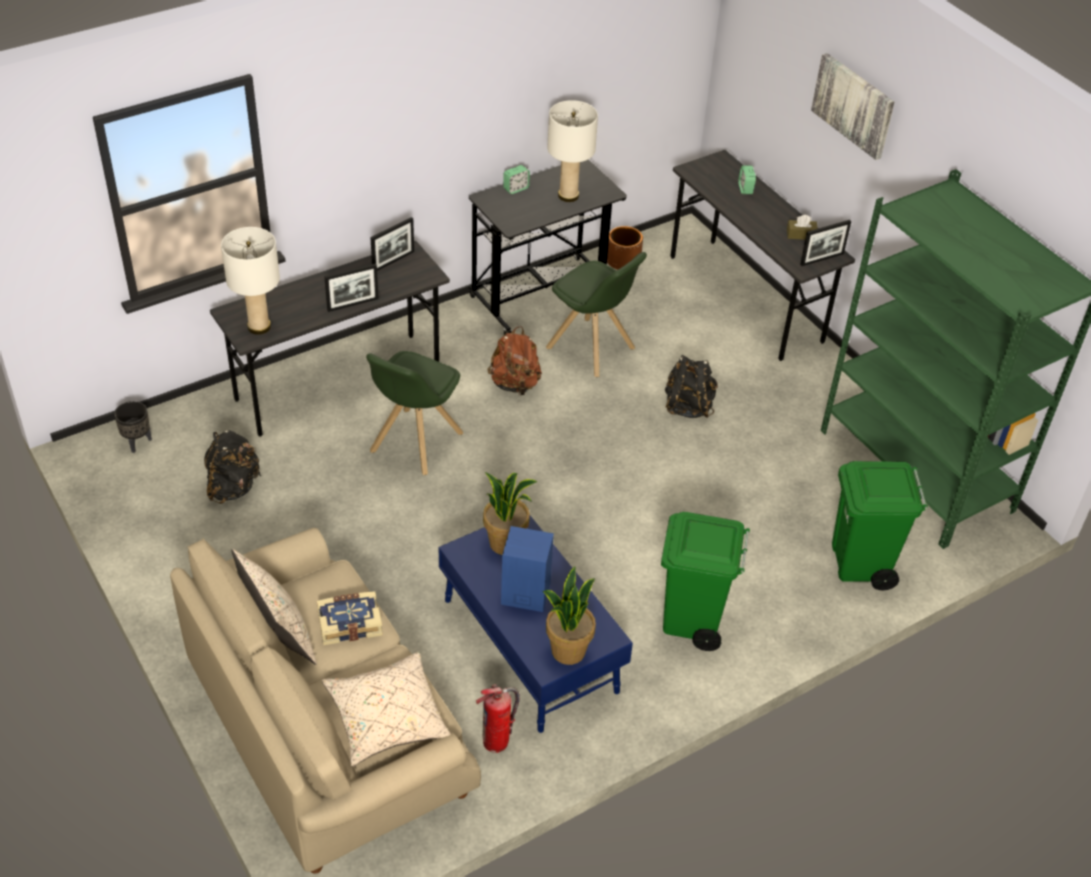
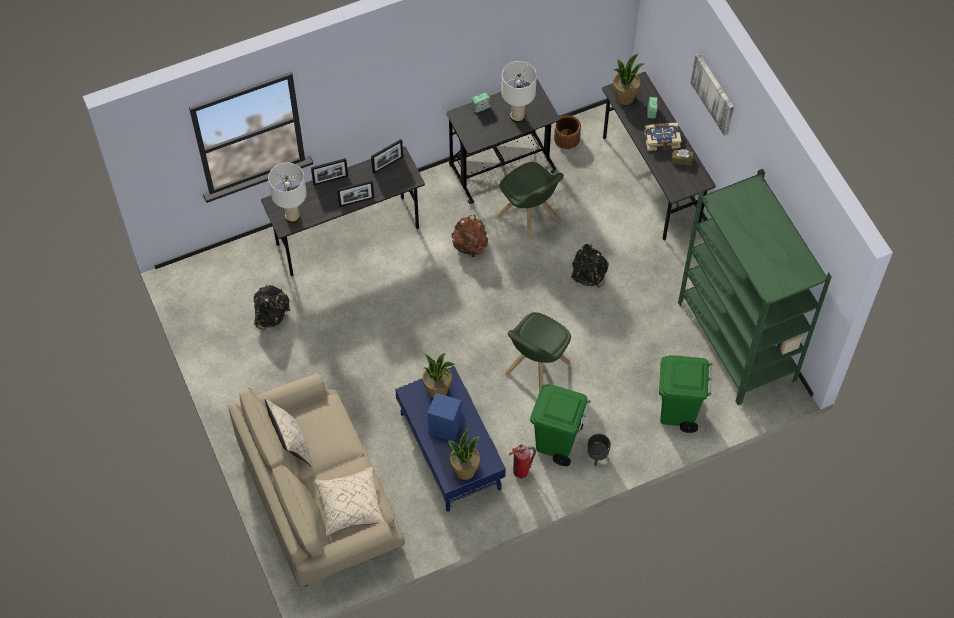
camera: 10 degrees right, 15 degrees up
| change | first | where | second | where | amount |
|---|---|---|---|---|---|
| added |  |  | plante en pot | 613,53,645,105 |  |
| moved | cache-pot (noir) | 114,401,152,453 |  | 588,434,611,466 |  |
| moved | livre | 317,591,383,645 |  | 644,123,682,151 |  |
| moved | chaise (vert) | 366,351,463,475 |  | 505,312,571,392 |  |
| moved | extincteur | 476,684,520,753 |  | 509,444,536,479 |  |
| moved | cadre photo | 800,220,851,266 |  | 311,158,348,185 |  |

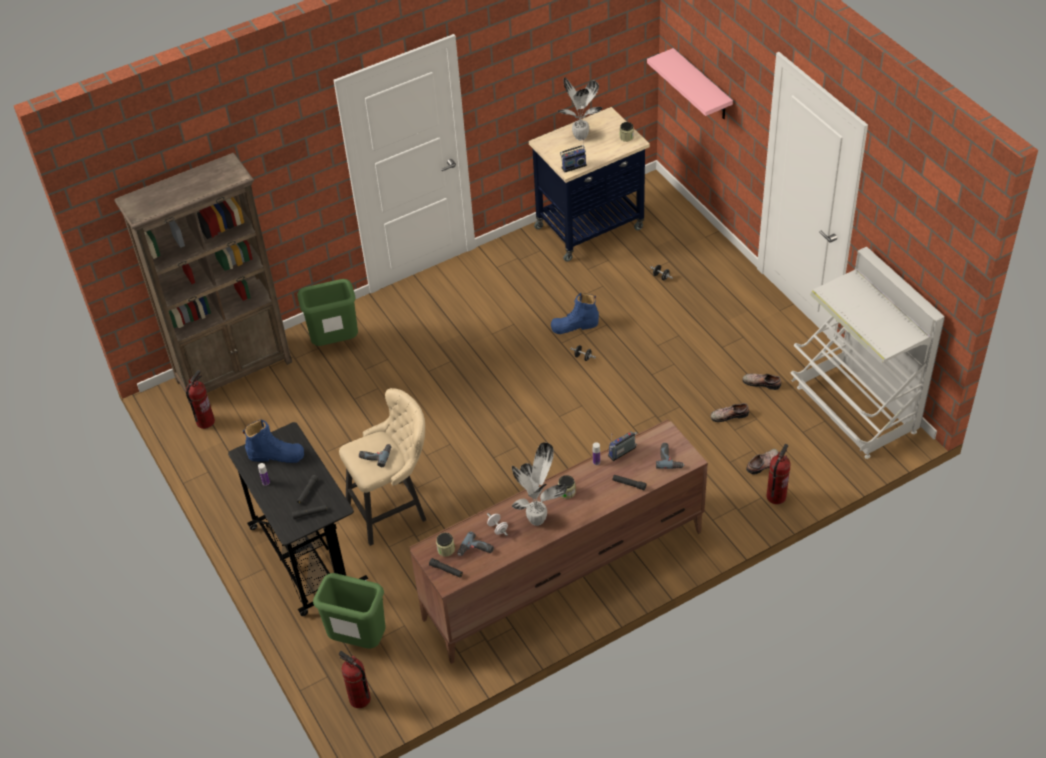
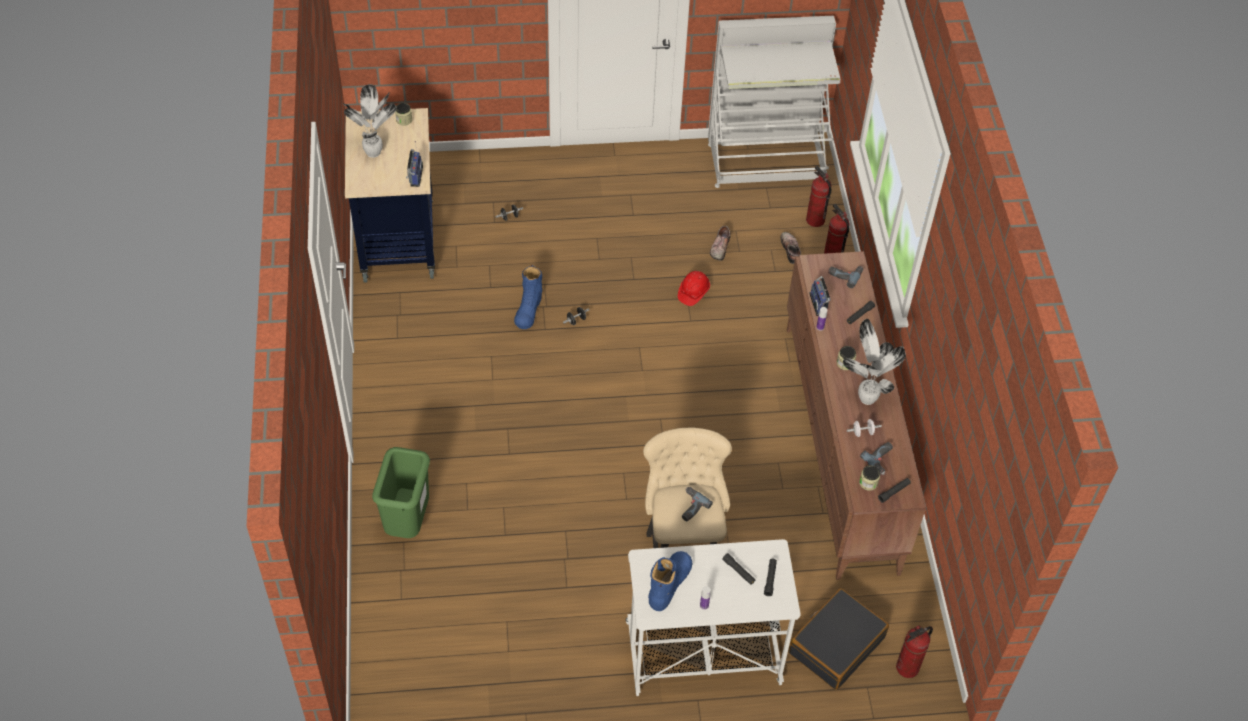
camera: 70 degrees left, 5 degrees up
| change | first | where | second | where | amount |
|---|---|---|---|---|---|
| removed | bibliothèque (marron) | 114,153,292,393 |  |  |  |
| removed | étagère (rose) | 647,48,733,119 |  |  |  |
| removed | chaussure | 742,374,781,390 |  |  |  |
| added |  |  | casque de chantier (rouge) | 678,271,710,306 |  |
| moved | extincteur | 186,370,215,429 |  | 806,166,832,227 |  |
| replaced | poubelle (vert) | 313,573,386,649 | valise (noir) | 788,588,889,690 |  |
| recoloured | bureau (noir) | 228,422,368,616 | bureau (blanc) | 626,539,801,696 |  |

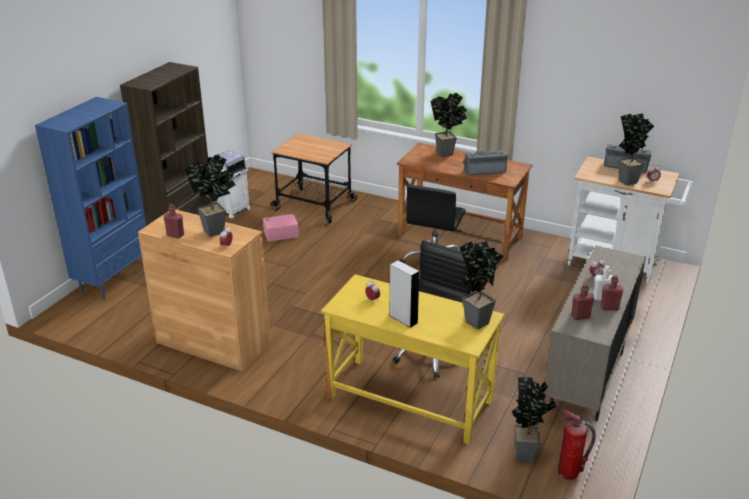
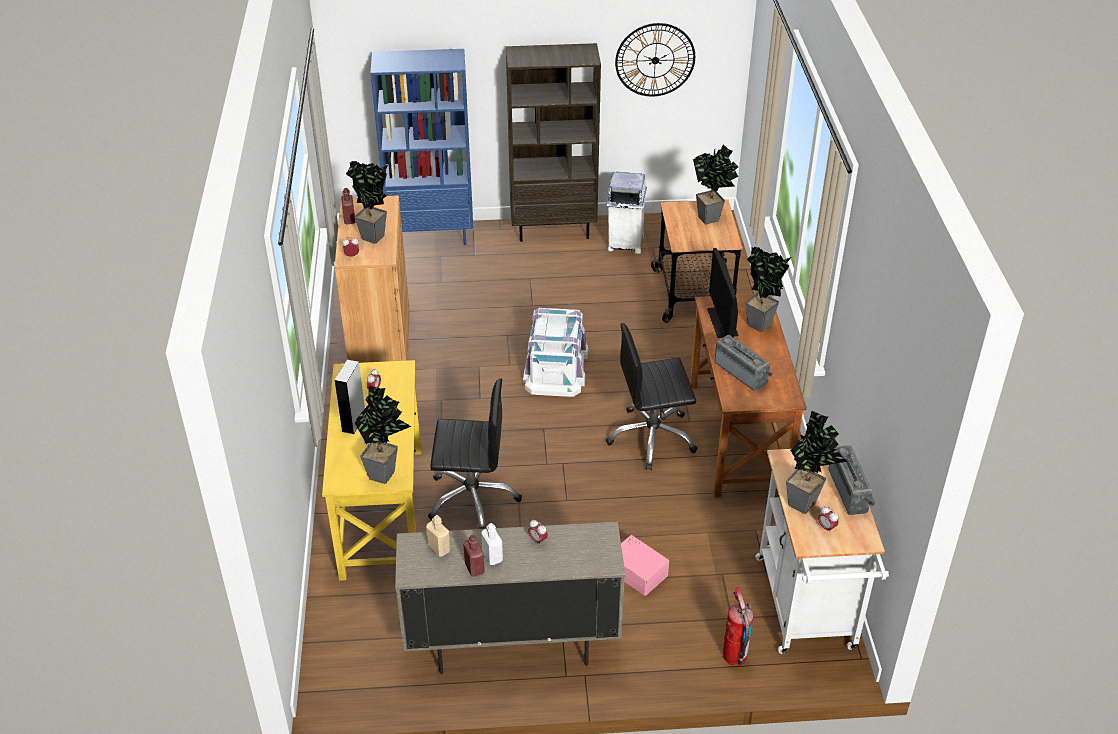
camera: 60 degrees right, 10 degrees up
| change | first | where | second | where | amount |
|---|---|---|---|---|---|
| added |  |  | boîte de rangement (blanc) | 523,308,588,397 |  |
| added |  |  | horloge murale | 615,23,695,96 |  |
| added |  |  | écran d'ordinateur | 707,248,739,338 |  |
| moved | boîte de rangement (rose) | 263,214,299,242 |  | 621,535,669,596 |  |
| moved | plante en pot | 512,377,556,462 |  | 693,144,738,224 |  |
| moved | extincteur | 558,410,596,480 |  | 723,587,754,666 |  |
| recoloured | bouteille (rouge) | 571,284,594,320 | bouteille (beige) | 426,515,450,557 |  |

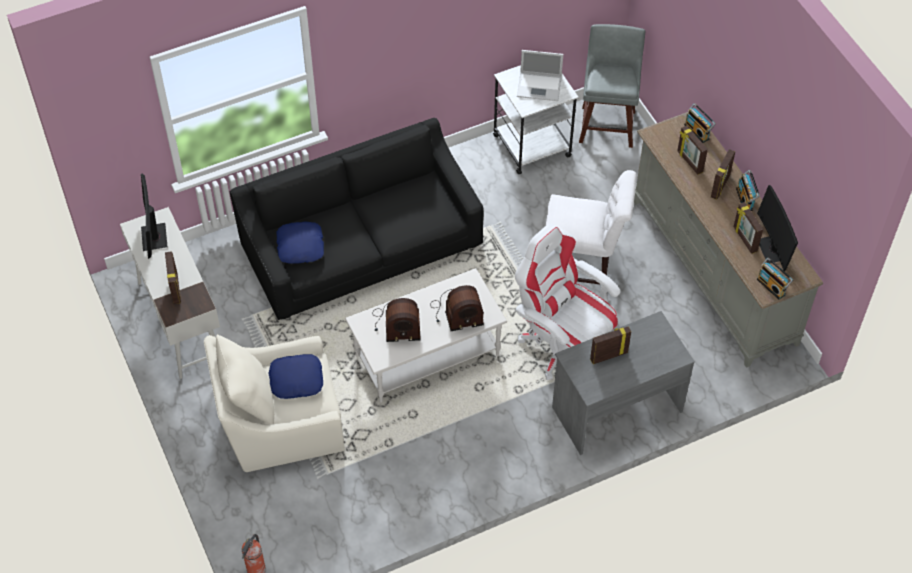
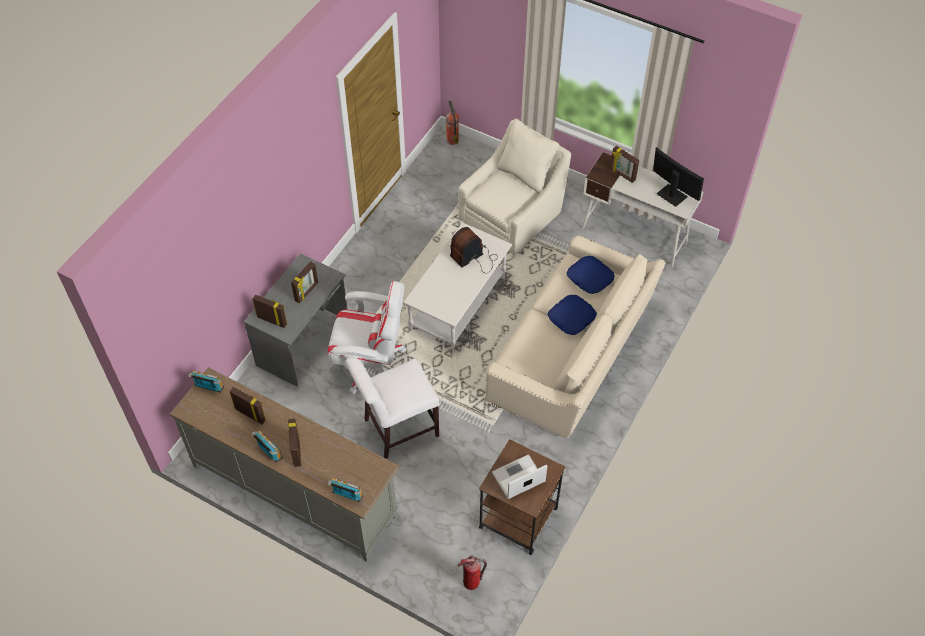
camera: 145 degrees right, 0 degrees up
| change | first | where | second | where | amount |
|---|---|---|---|---|---|
| removed | radio | 430,285,484,331 |  |  |  |
| removed | écran d'ordinateur | 757,185,798,271 |  |  |  |
| moved | coussin (bleu) | 269,354,323,399 |  | 548,295,597,335 |  |
| moved | cadre photo | 677,125,708,175 |  | 252,295,287,328 |  |
| replaced | chaise (gris) | 579,24,645,148 | extincteur | 458,555,487,590 |  |
| recoloured | canapé (noir) | 230,118,484,320 | canapé (beige) | 485,235,666,438 |  |
| recoloured | chariot (blanc) | 493,65,578,174 | chariot (marron) | 479,439,566,555 |  |

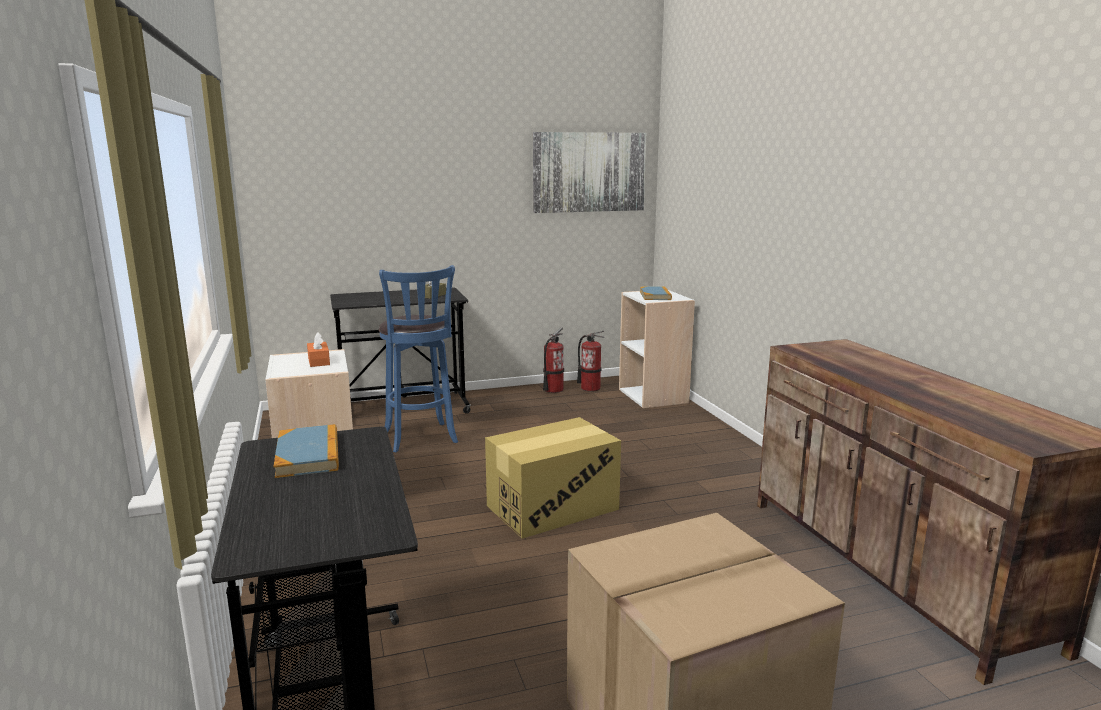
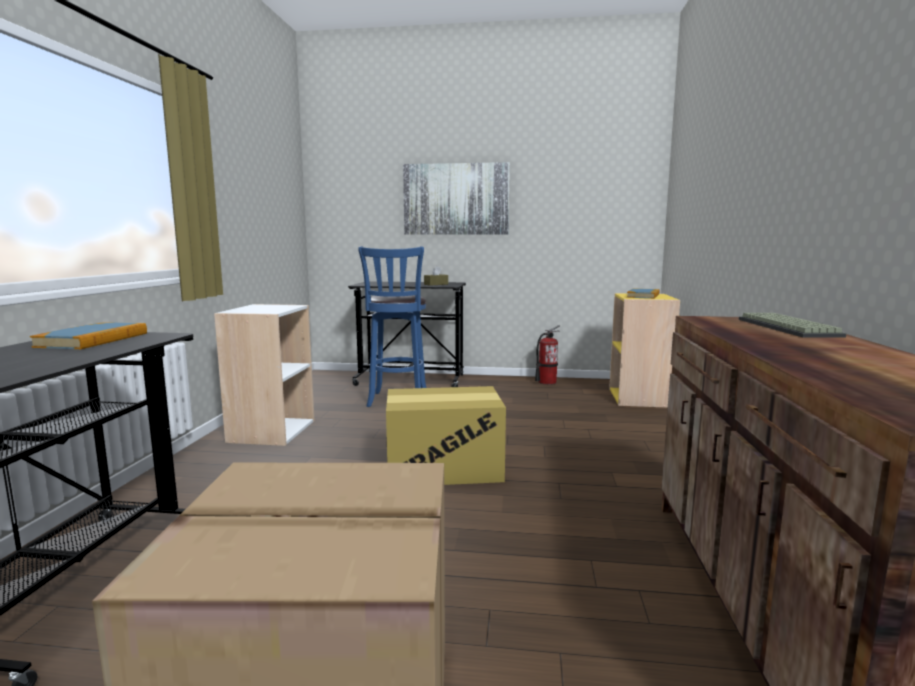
camera: 25 degrees right, 5 degrees down
| change | first | where | second | where | amount |
|---|---|---|---|---|---|
| removed | boîte à mouchoirs (orange) | 307,332,330,367 |  |  |  |
| removed | extincteur | 577,331,605,392 |  |  |  |
| added |  |  | clavier | 739,313,846,338 |  |
| moved | tableau | 533,132,646,213 |  | 403,162,510,235 |  |
| recoloured | bibliothèque (blanc) | 619,290,695,408 | bibliothèque (jaune) | 609,293,680,408 |  |

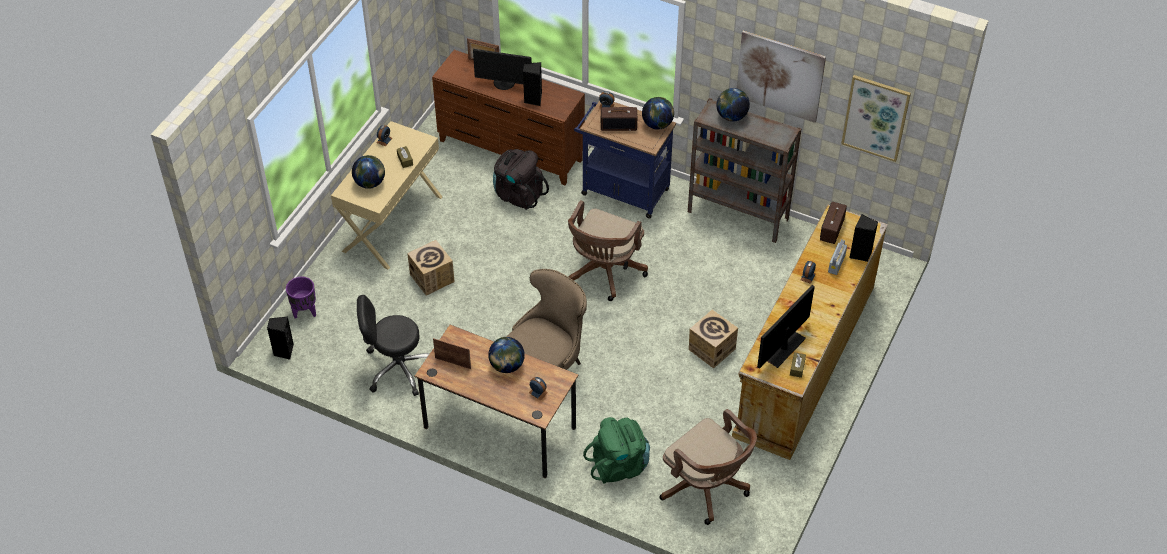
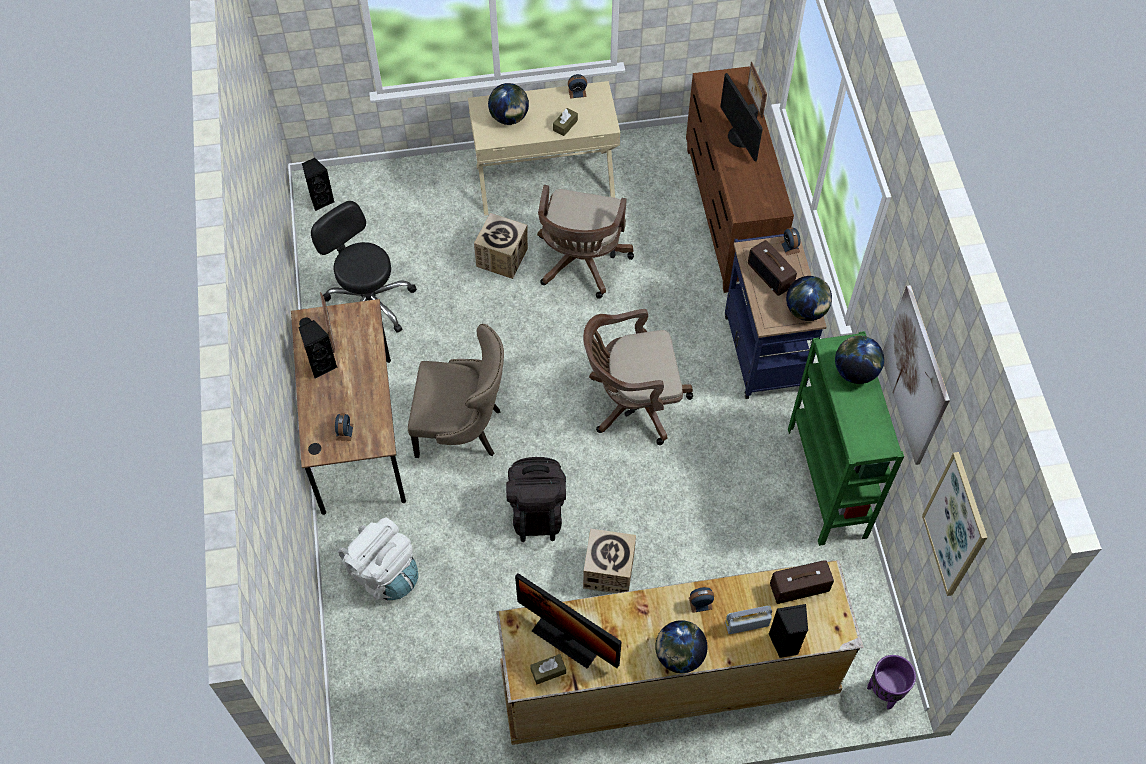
camera: 55 degrees right, 10 degrees up
| change | first | where | second | where | amount |
|---|---|---|---|---|---|
| moved | cache-pot (violet) | 286,277,316,319 |  | 867,655,916,709 |  |
| moved | globe | 488,337,525,373 |  | 655,620,708,673 |  |
| moved | sac à dos (noir) | 493,149,549,210 |  | 506,457,566,542 |  |
| moved | enceinte (noir) | 523,62,542,106 |  | 298,320,337,378 |  |
| moved | chaise de bureau (marron) | 659,409,757,525 |  | 537,185,634,299 |  |
| recoloured | sac à dos (vert) | 583,417,650,483 | sac à dos (blanc) | 338,518,418,600 |  |
| recoloured | bibliothèque (gris) | 688,98,802,243 | bibliothèque (vert) | 788,331,904,546 |  |
| turned | écran d'ordinateur | 757,285,815,369 |  | 515,573,621,668 | 150 degrees counterclockwise |

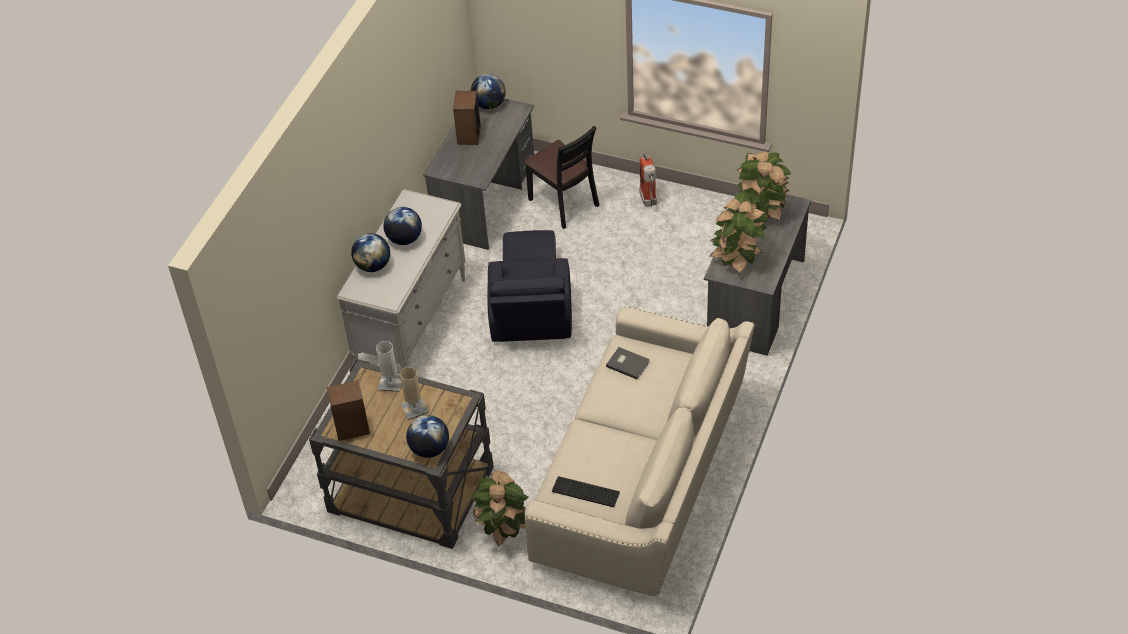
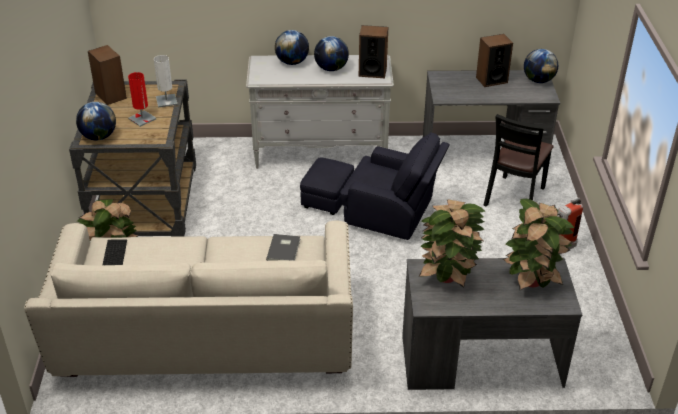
camera: 65 degrees right, 10 degrees down
| change | first | where | second | where | amount |
|---|---|---|---|---|---|
| added |  |  | enceinte | 359,25,388,78 |  |
| recoloured | lampe de table (beige) | 400,367,429,420 | lampe de table (rouge) | 128,72,156,127 |  |
| turned | fauteuil (noir) | 488,230,572,342 |  | 300,132,450,240 | 135 degrees counterclockwise |

